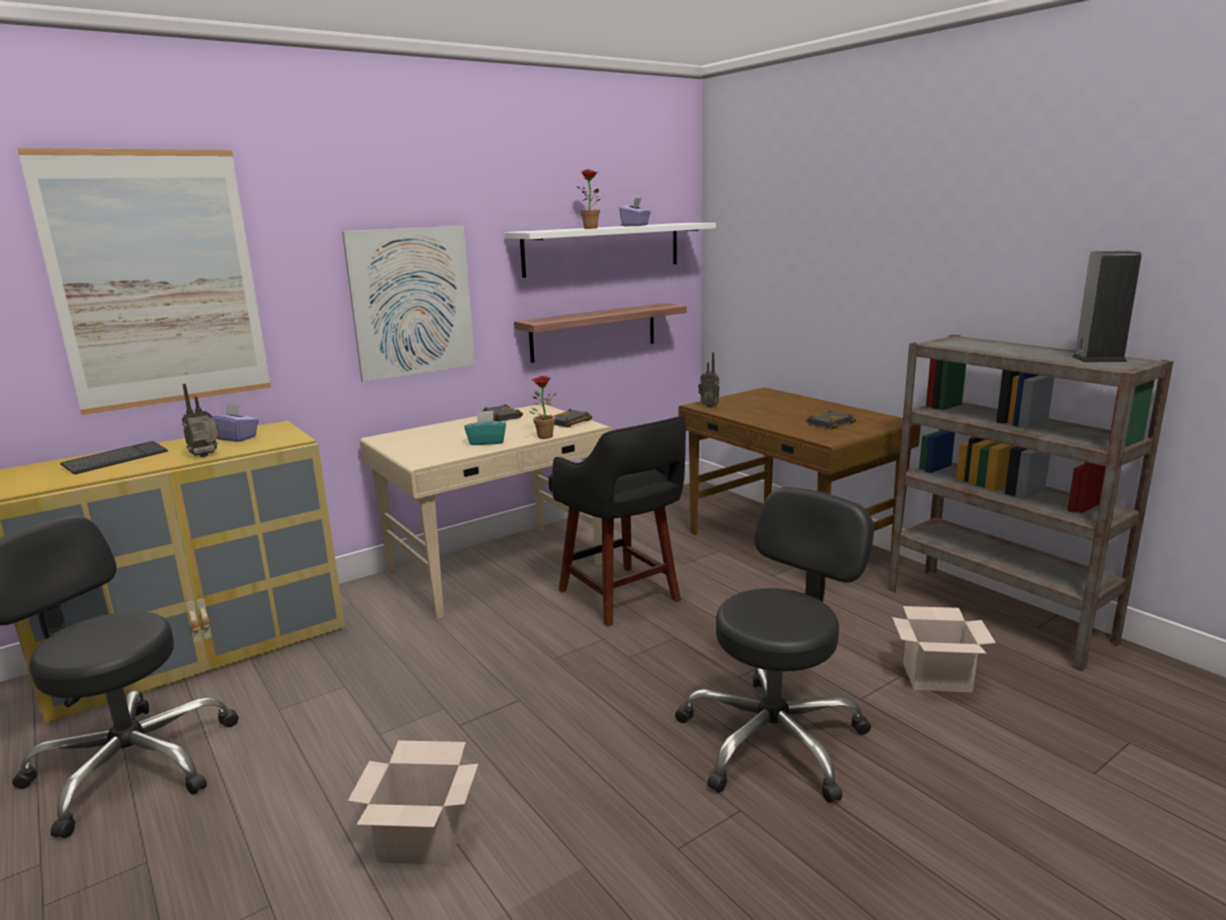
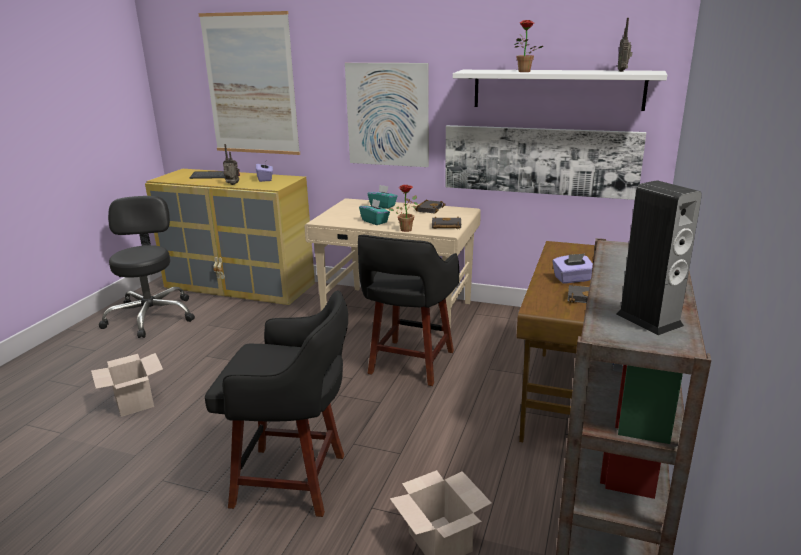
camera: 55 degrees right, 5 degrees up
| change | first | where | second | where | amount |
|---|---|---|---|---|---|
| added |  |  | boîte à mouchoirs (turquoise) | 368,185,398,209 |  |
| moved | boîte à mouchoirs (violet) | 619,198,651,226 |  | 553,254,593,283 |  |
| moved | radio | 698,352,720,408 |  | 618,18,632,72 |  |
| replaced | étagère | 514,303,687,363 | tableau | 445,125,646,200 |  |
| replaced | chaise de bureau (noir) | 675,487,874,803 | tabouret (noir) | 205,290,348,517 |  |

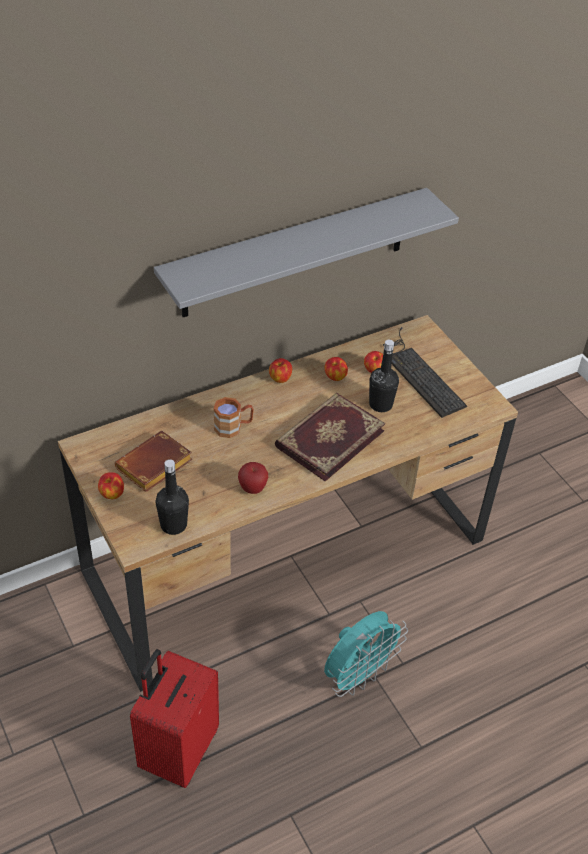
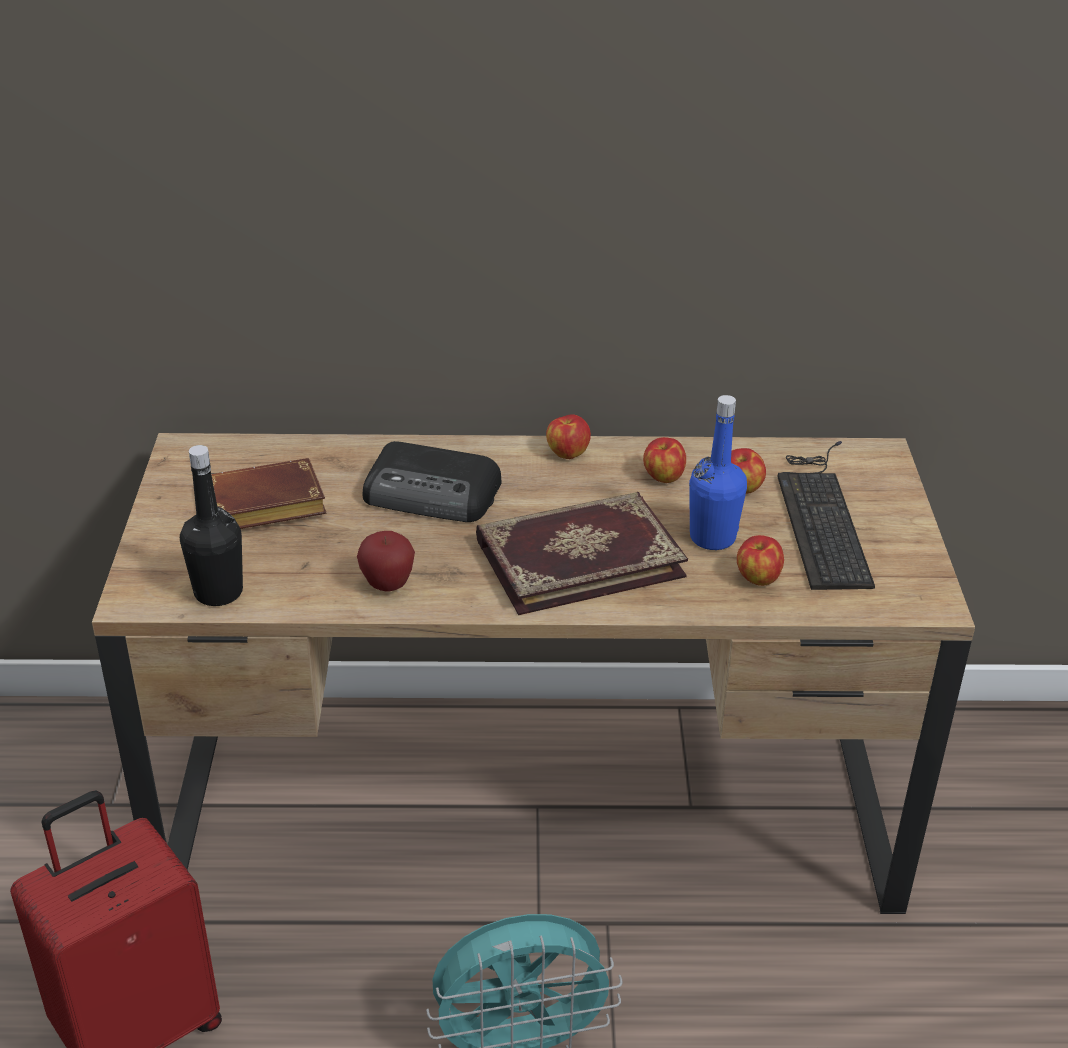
camera: 30 degrees right, 10 degrees down
| change | first | where | second | where | amount |
|---|---|---|---|---|---|
| removed | étagère (gris) | 154,188,459,317 |  |  |  |
| moved | pomme | 98,472,124,499 |  | 737,535,784,586 |  |
| replaced | mug (marron) | 214,397,254,438 | radio | 363,441,502,522 |  |
| recoloured | bouteille (noir) | 369,340,399,412 | bouteille (bleu) | 689,395,747,550 |  |

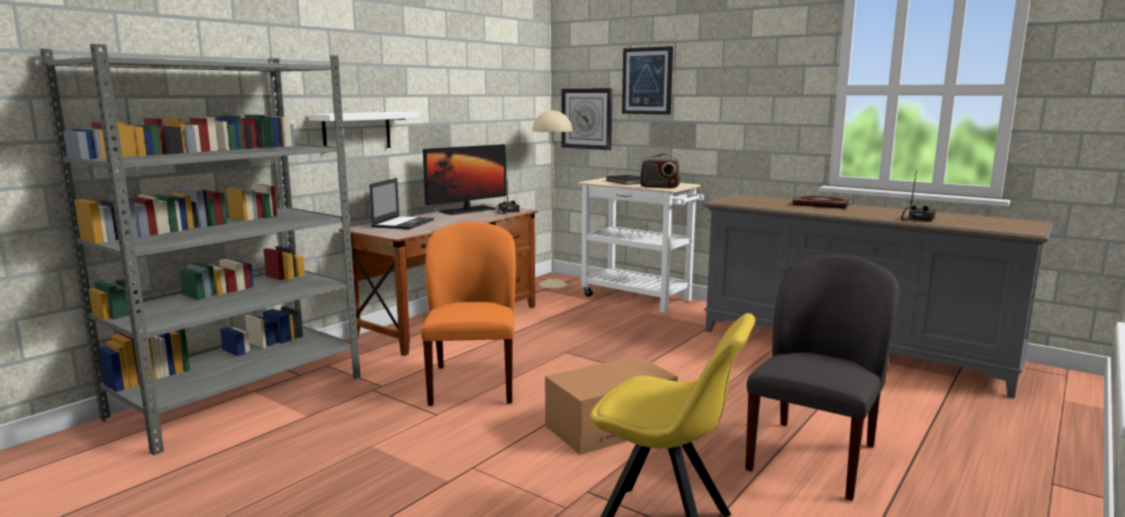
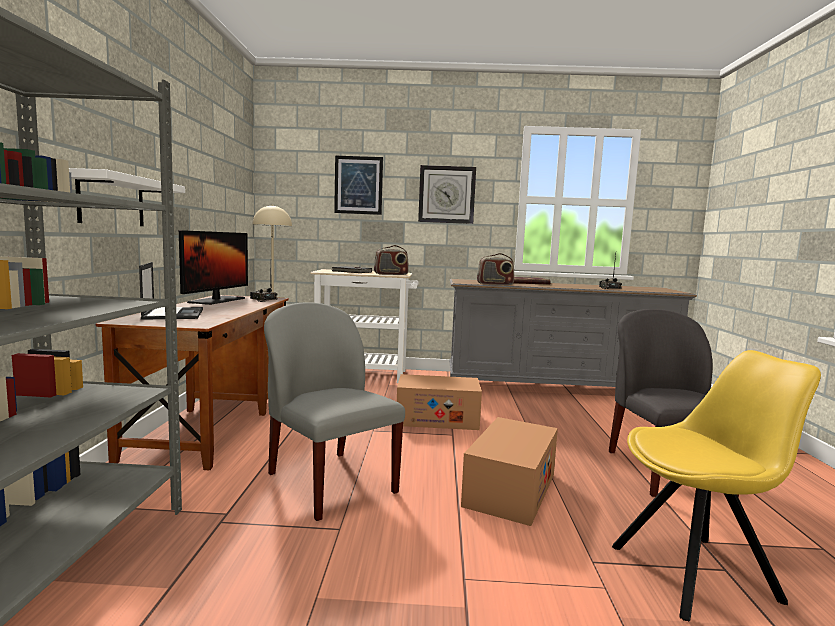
camera: 35 degrees left, 5 degrees down
| change | first | where | second | where | amount |
|---|---|---|---|---|---|
| added |  |  | carton | 397,374,482,430 |  |
| added |  |  | radio | 477,253,514,285 |  |
| moved | horloge murale | 561,88,613,150 |  | 418,165,476,224 |  |
| recoloured | chaise (orange) | 421,222,516,406 | chaise (gris) | 264,302,405,521 |  |

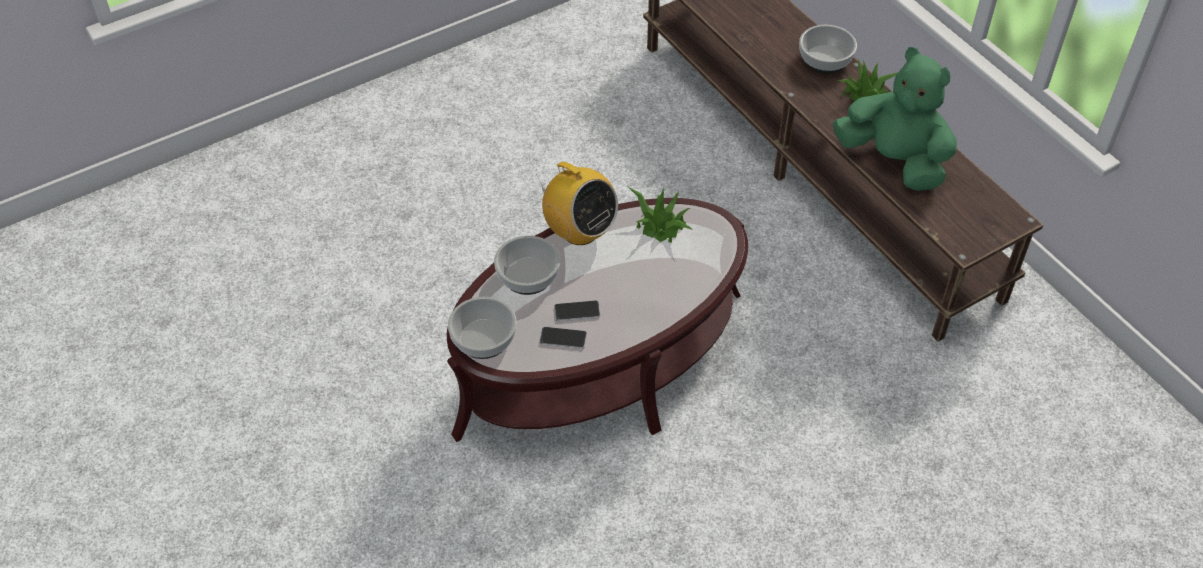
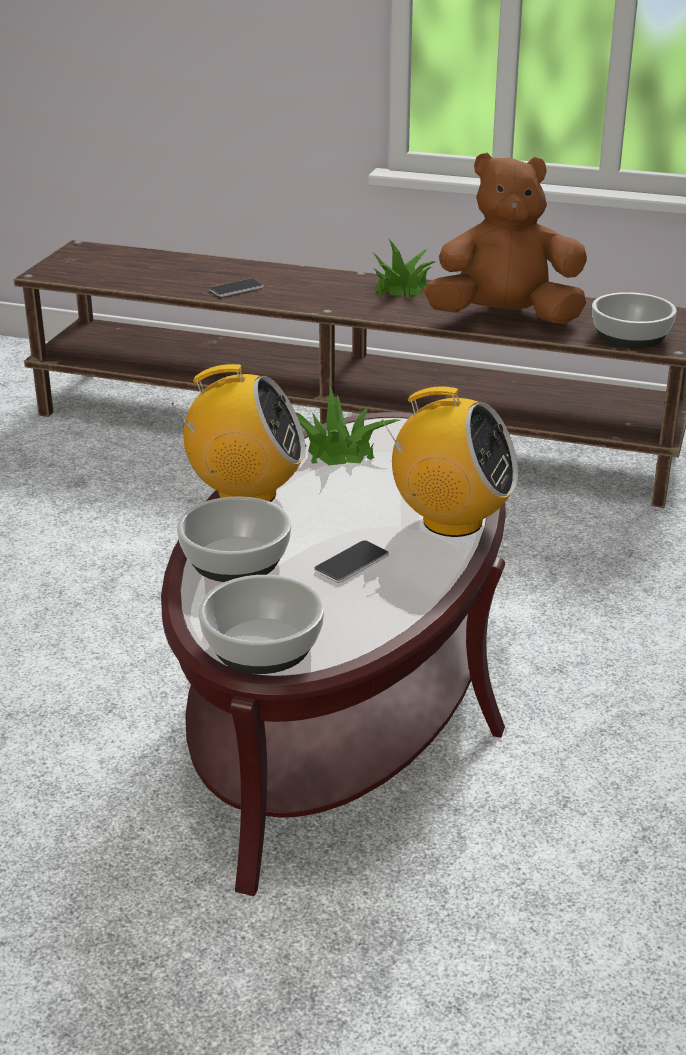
camera: 40 degrees left, 20 degrees down
| change | first | where | second | where | amount |
|---|---|---|---|---|---|
| added |  |  | radio | 381,387,518,537 |  |
| moved | téléphone | 540,327,587,349 |  | 209,279,264,297 |  |
| moved | bol | 799,25,857,74 |  | 592,292,677,348 |  |
| recoloured | peluche (vert) | 833,47,957,191 | peluche (marron) | 424,153,587,324 |  |

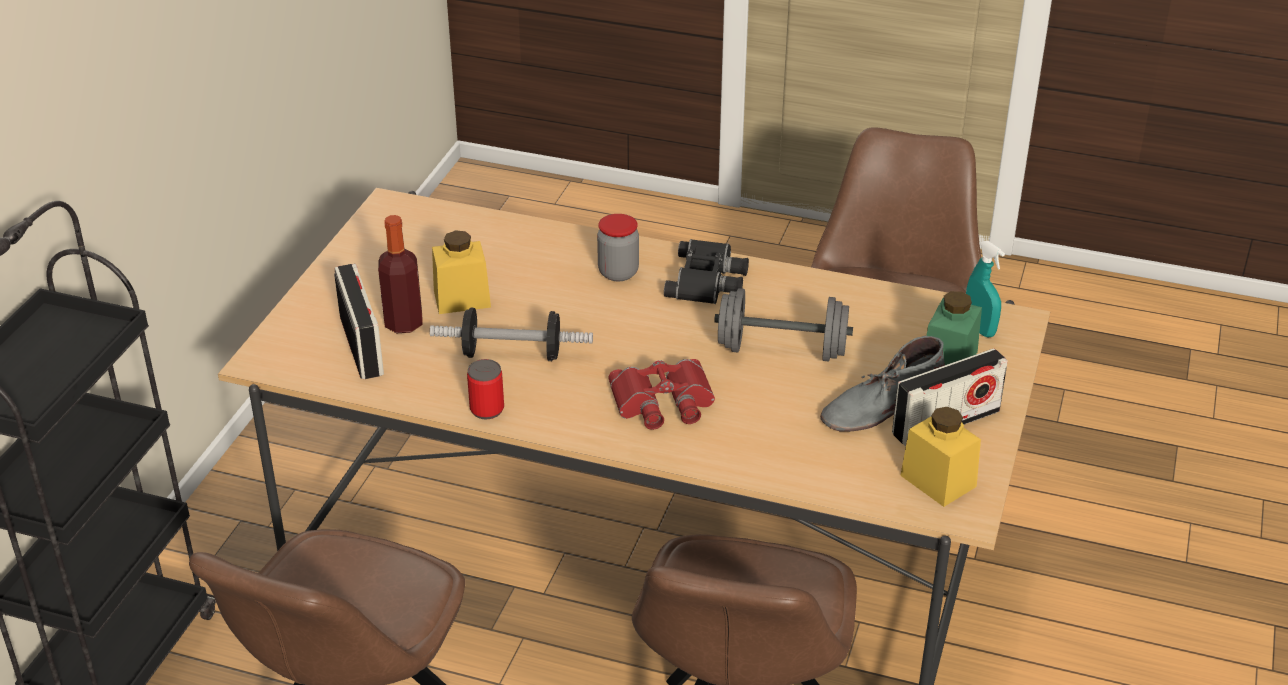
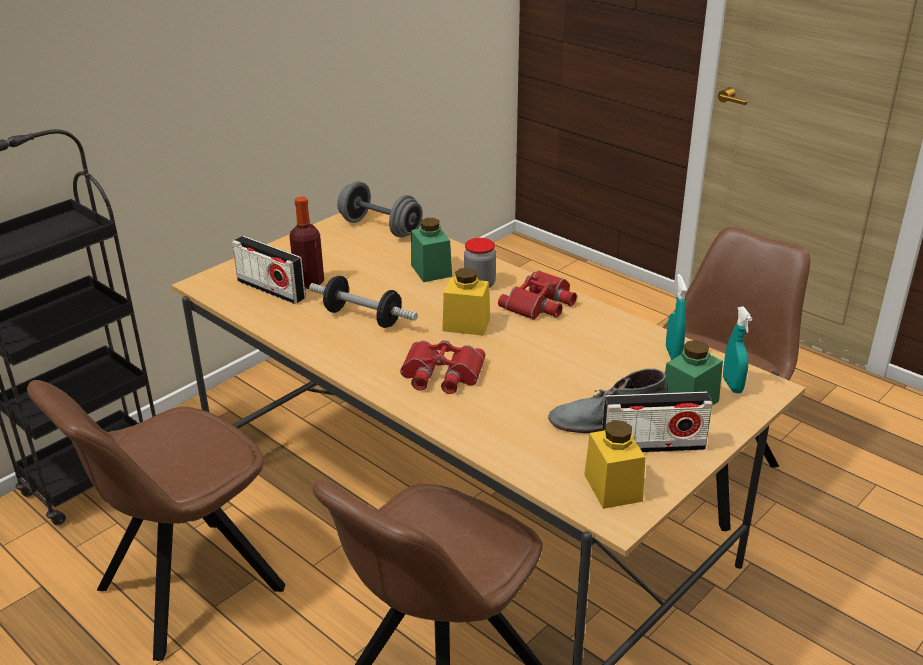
camera: 25 degrees right, 5 degrees down
| change | first | where | second | where | amount |
|---|---|---|---|---|---|
| removed | boîte métallique | 467,359,504,419 |  |  |  |
| added |  |  | bocal (vert) | 411,218,452,282 |  |
| added |  |  | vaporisateur (turquoise) | 666,274,687,360 |  |
| moved | bocal (jaune) | 432,230,491,314 |  | 443,268,490,336 |  |
| moved | haltère (gris) | 714,288,853,361 |  | 337,181,423,238 |  |
| recoloured | jumelles (noir) | 664,239,749,304 | jumelles (rouge) | 498,270,577,320 |  |
| turned | radio | 334,264,384,379 |  | 232,236,306,304 | 120 degrees clockwise |

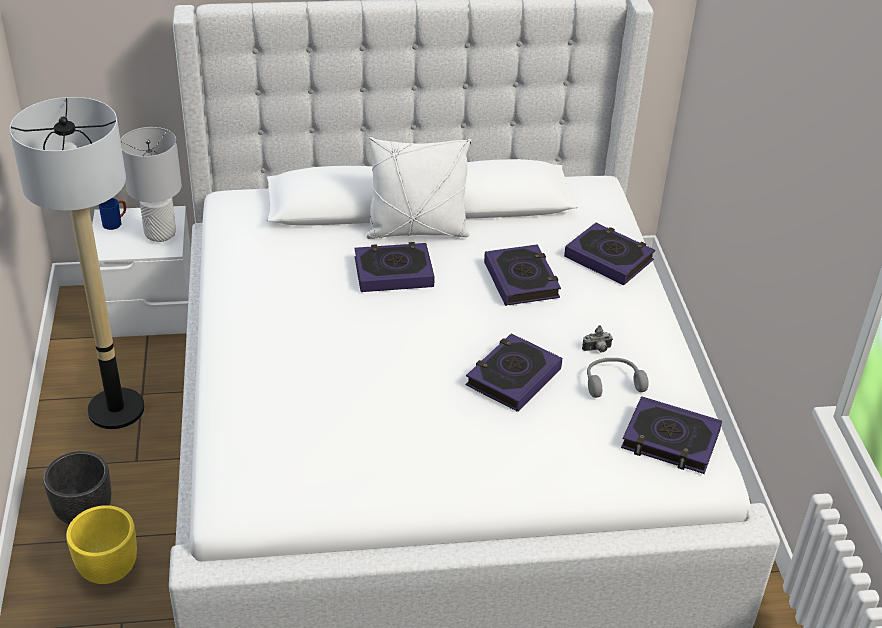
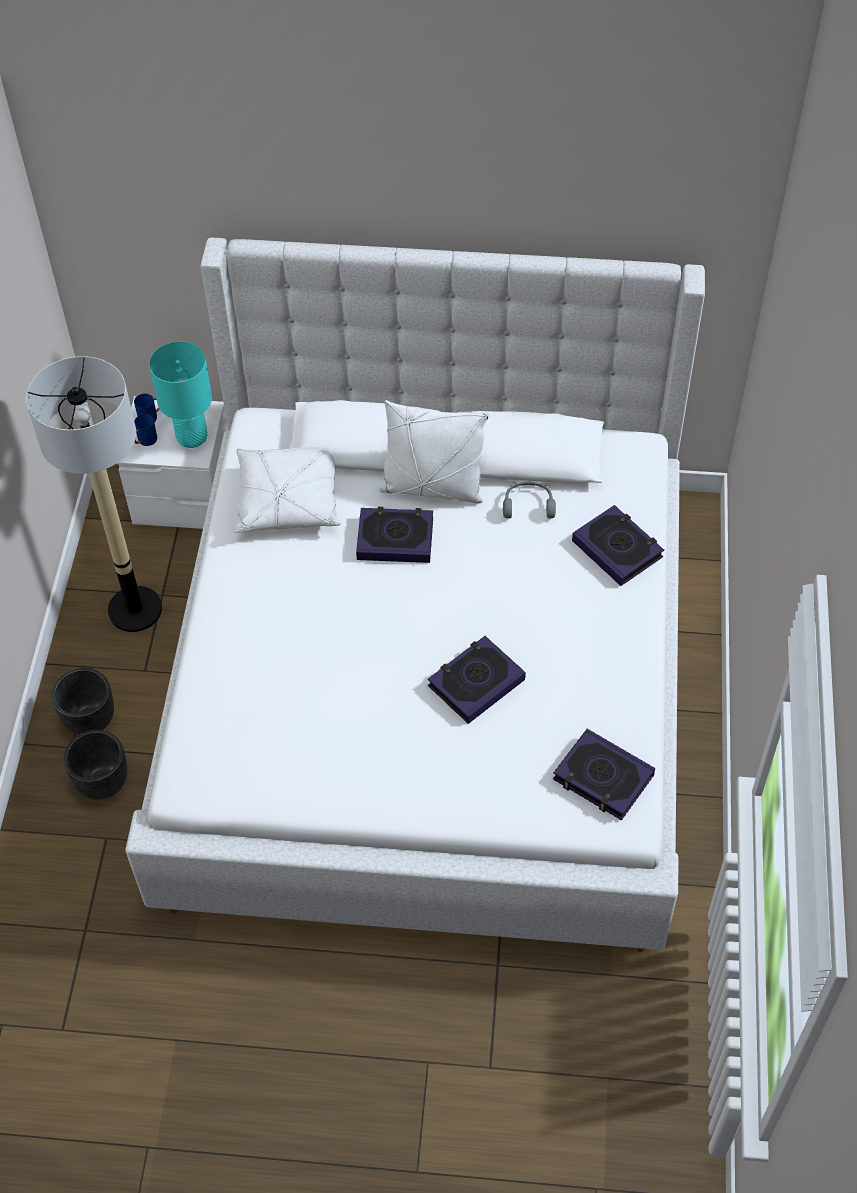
camera: 15 degrees right, 15 degrees up
| change | first | where | second | where | amount |
|---|---|---|---|---|---|
| removed | livre | 484,244,561,306 |  |  |  |
| removed | appareil photo | 582,325,613,352 |  |  |  |
| added |  |  | mug (bleu) | 134,414,157,446 |  |
| added |  |  | coussin (blanc) | 233,447,341,533 |  |
| moved | casque audio (gris) | 587,358,649,398 |  | 503,481,556,519 |  |
| recoloured | cache-pot (jaune) | 66,505,137,584 | cache-pot (noir) | 63,730,127,800 |  |
| recoloured | lampe de table (gris) | 120,127,182,242 | lampe de table (turquoise) | 149,341,212,448 |  |

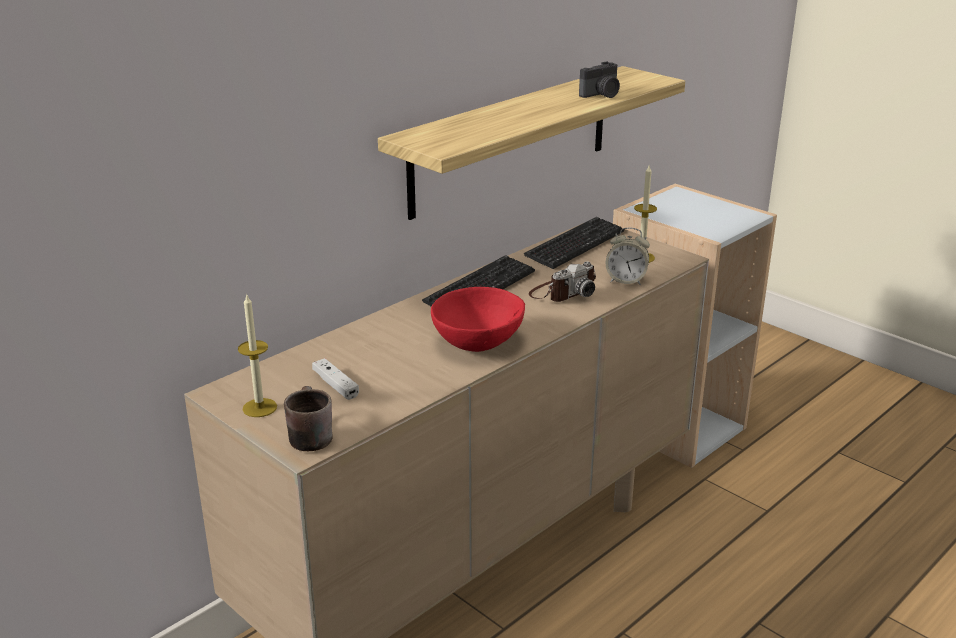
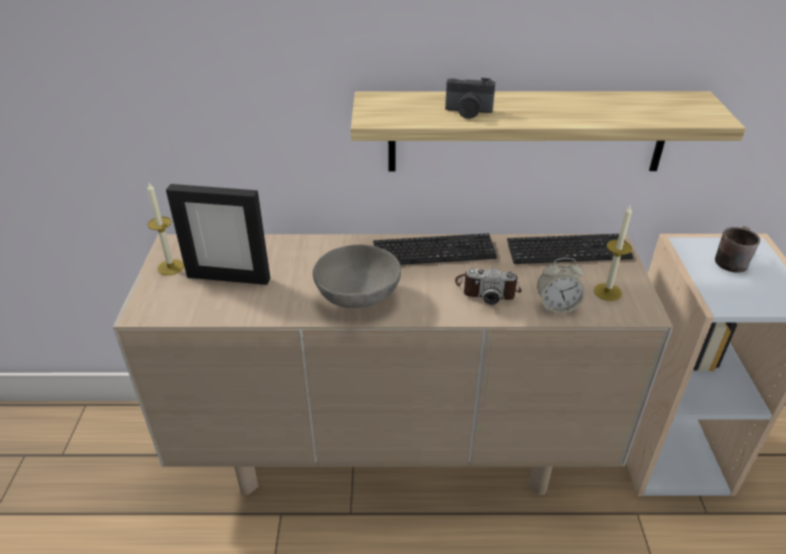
camera: 45 degrees right, 10 degrees up
| change | first | where | second | where | amount |
|---|---|---|---|---|---|
| moved | mug (marron) | 284,386,332,451 |  | 715,226,760,272 |  |
| moved | appareil photo | 579,61,620,98 |  | 445,78,495,119 |  |
| replaced | manette (blanc) | 312,358,359,400 | cadre photo | 166,184,270,285 |  |
| recoloured | bol (rouge) | 431,287,525,352 | bol (gris) | 313,244,401,308 |  |
| turned | réveil | 606,227,650,285 |  | 537,258,585,314 | 60 degrees counterclockwise |

